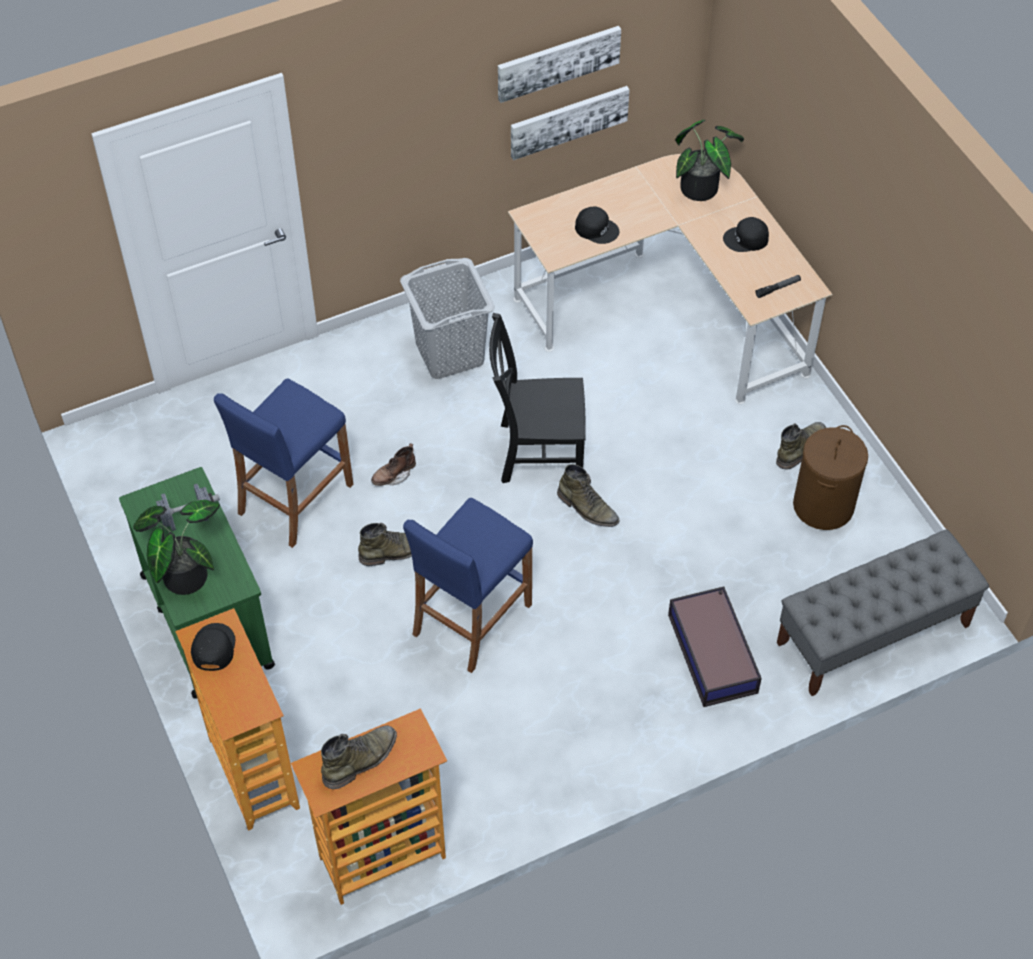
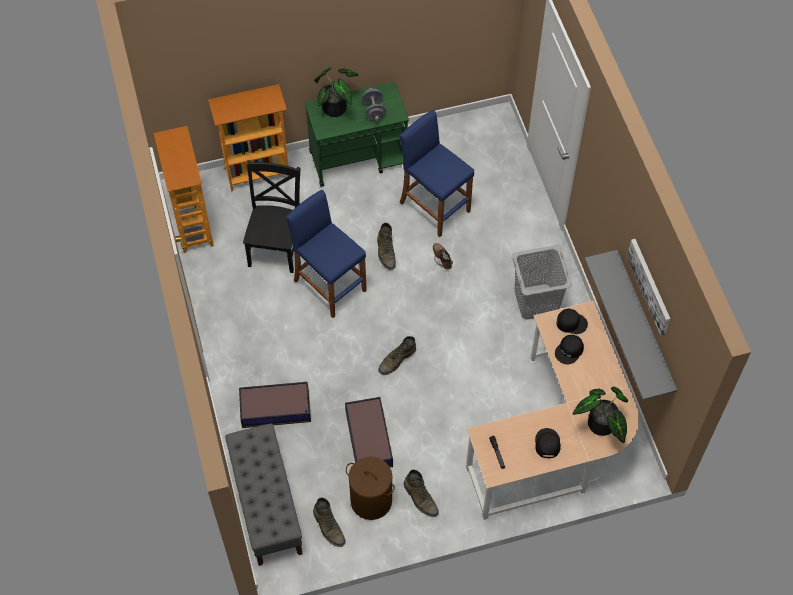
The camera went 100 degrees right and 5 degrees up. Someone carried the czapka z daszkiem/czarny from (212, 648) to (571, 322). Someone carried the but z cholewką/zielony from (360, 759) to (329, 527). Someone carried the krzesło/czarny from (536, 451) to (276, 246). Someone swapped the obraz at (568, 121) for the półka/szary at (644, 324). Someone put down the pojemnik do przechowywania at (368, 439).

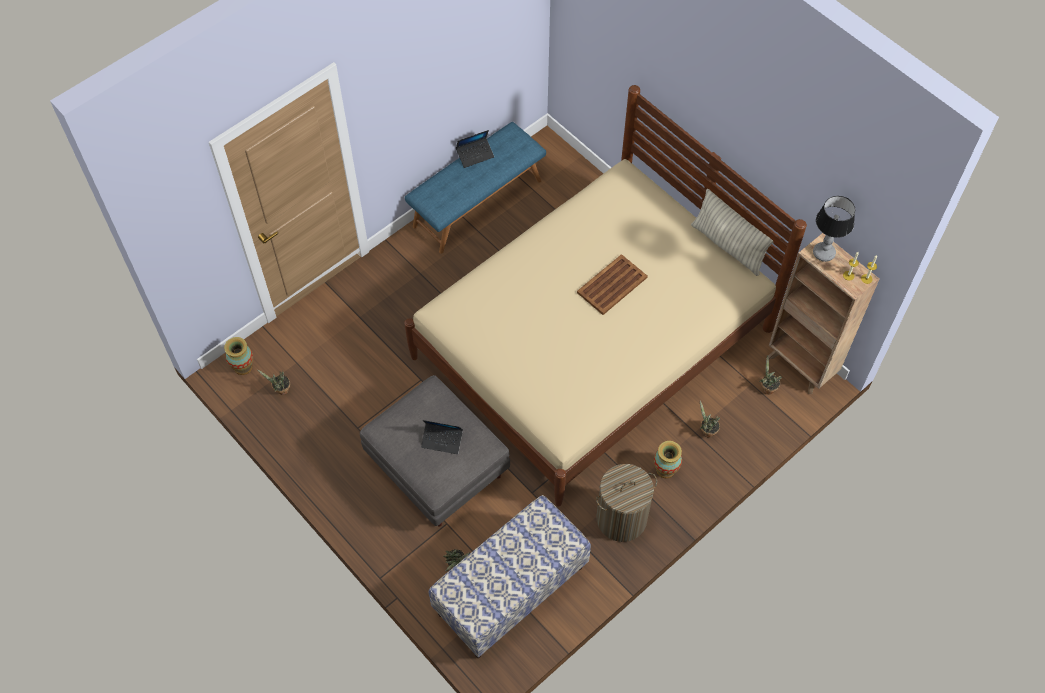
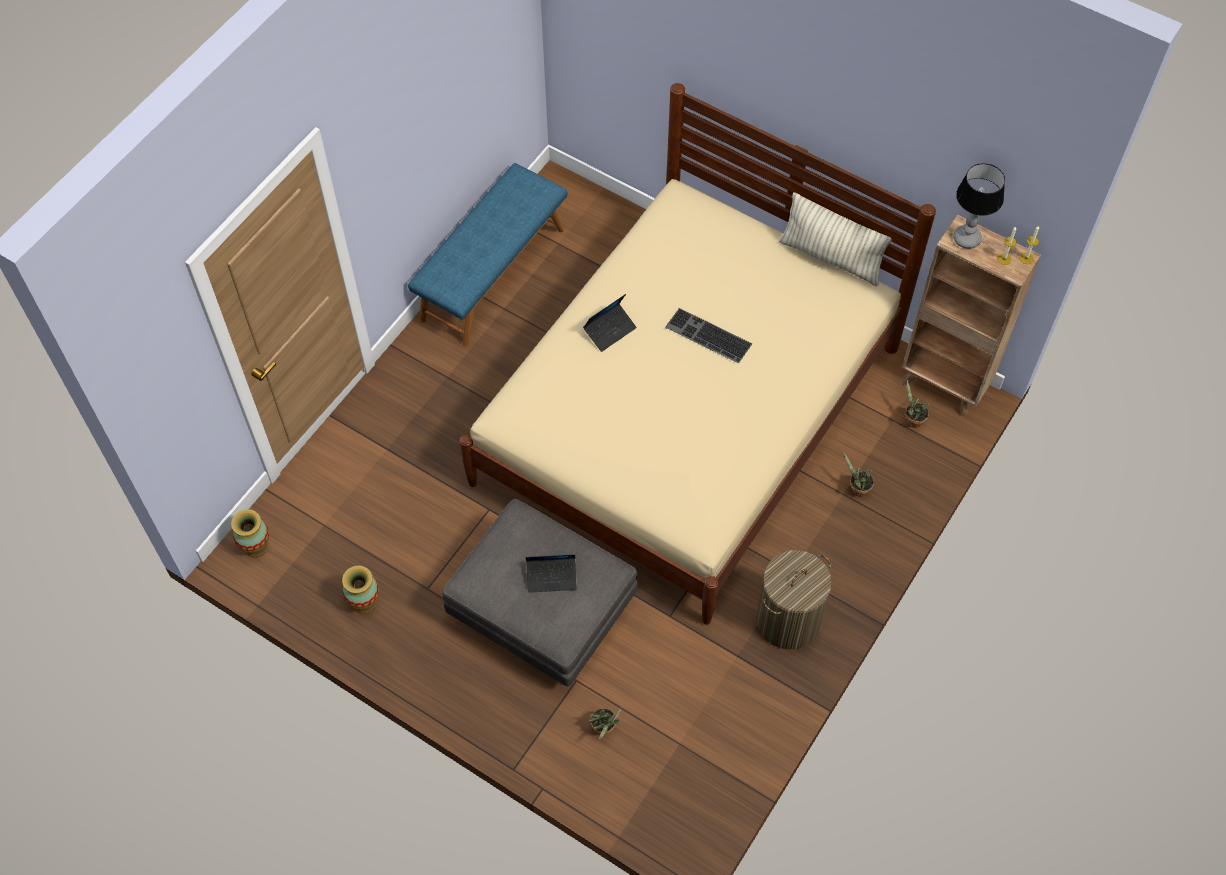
The camera went 15 degrees left and 0 degrees up. Someone took away the roślina doniczkowa at (281, 390). Someone took away the ławka at (511, 591). Someone carried the laptop from (475, 155) to (610, 330). Someone swapped the taca/brązowy at (611, 285) for the klawiatura at (706, 336). Someone carried the wazon from (665, 469) to (364, 602).

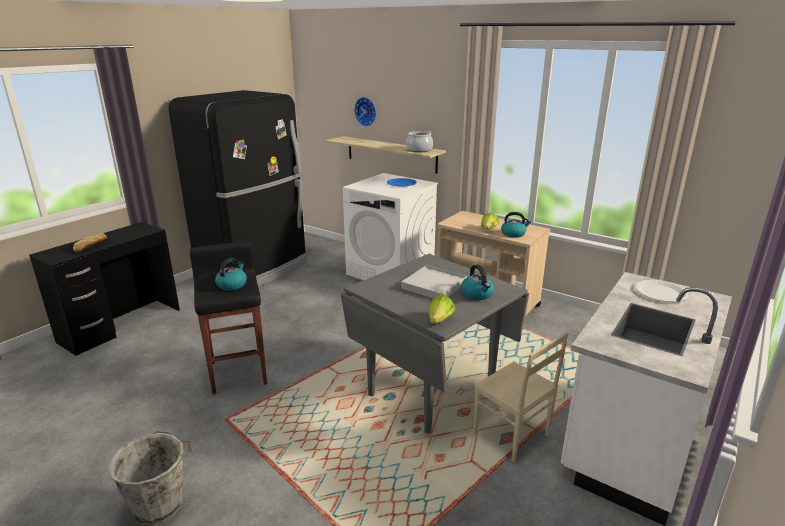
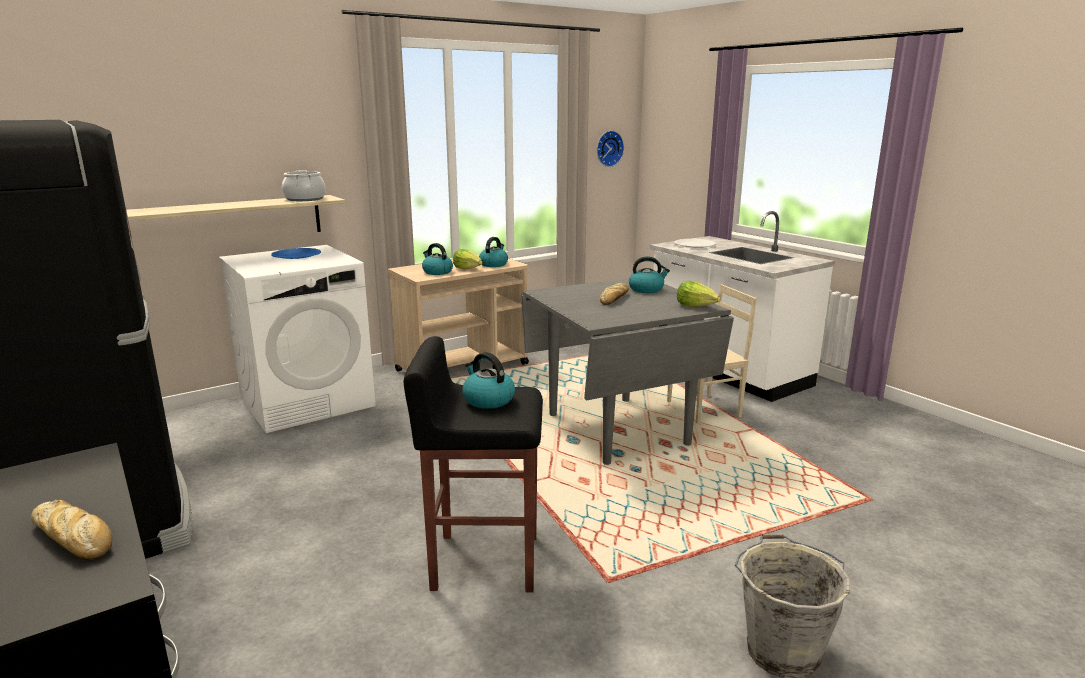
The camera went 70 degrees left and 5 degrees down. Someone carried the zegar ścienny from (366, 111) to (608, 148). Someone swapped the taca/biały at (433, 285) for the chleb at (614, 299). Someone put down the czajnik at (437, 272).

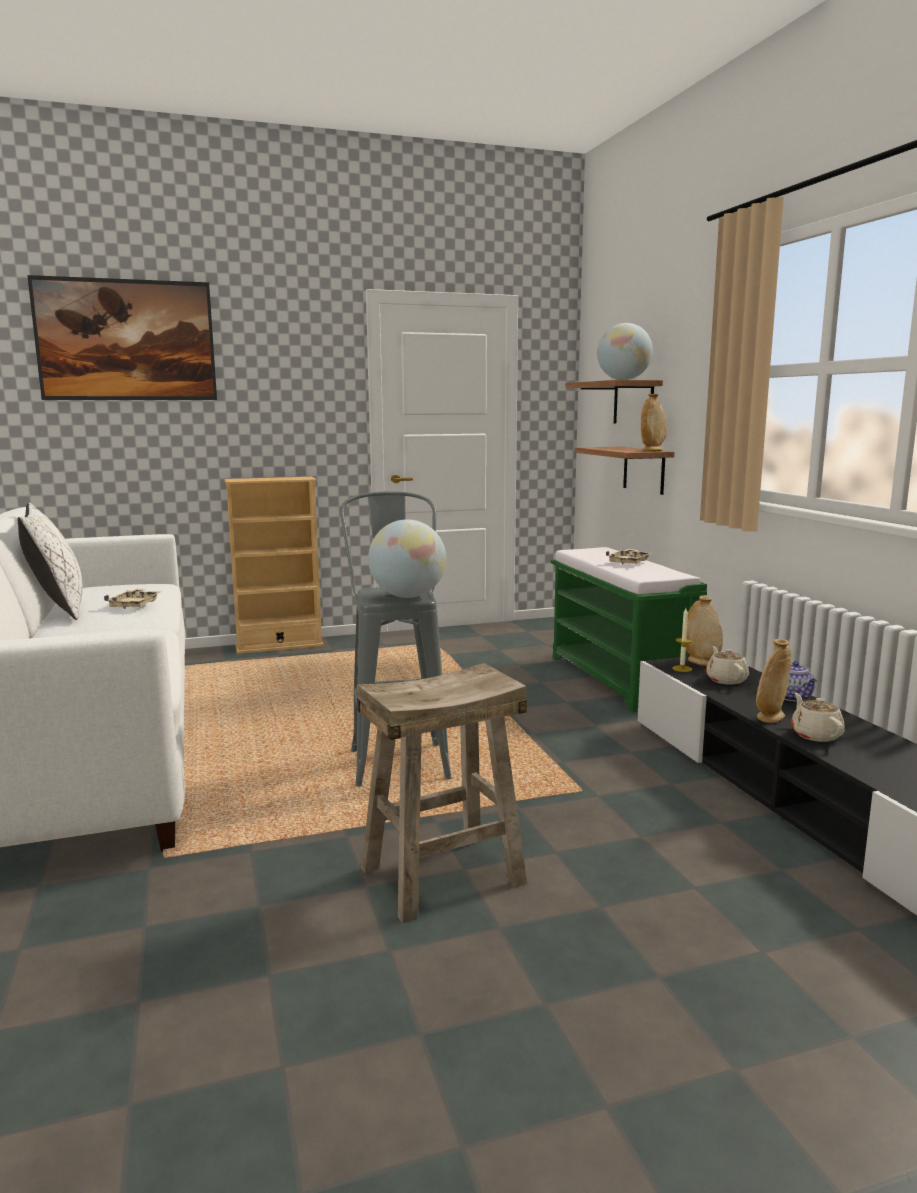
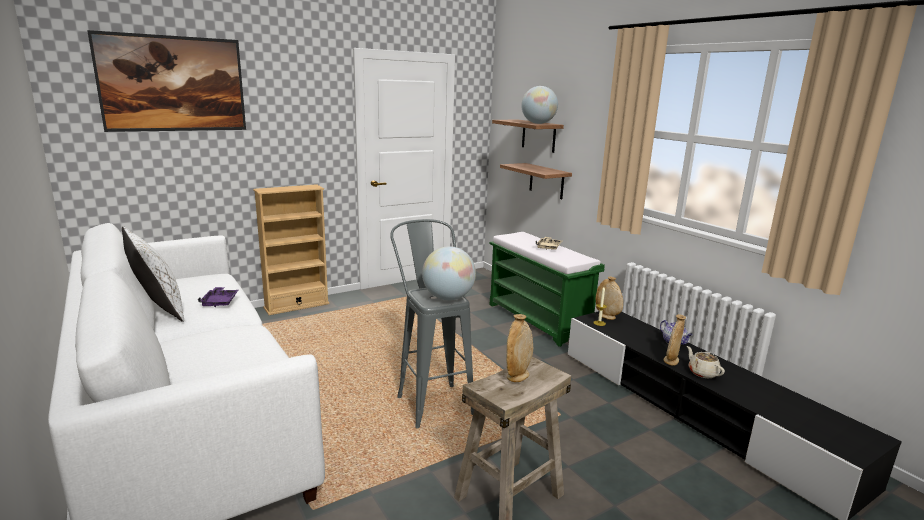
The camera went 15 degrees left and 5 degrees up. Someone repainted the taca/beżowy at (135, 605), which became the taca/fioletowy at (220, 302). Someone carried the wazon/beżowy from (652, 450) to (518, 376). Someone took away the imbryk/beżowy at (726, 680).

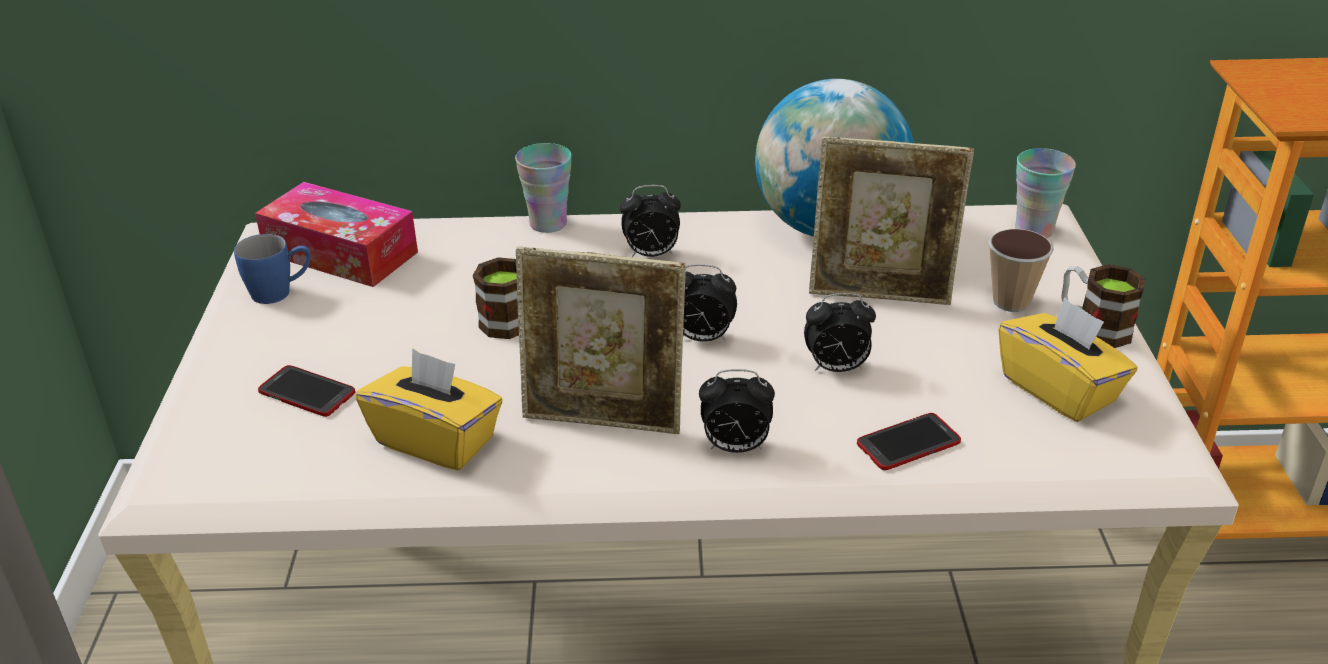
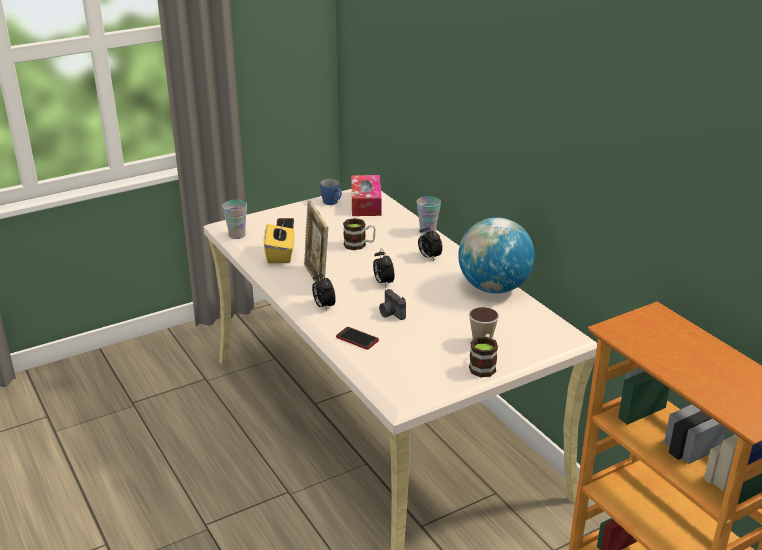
The camera went 60 degrees right and 5 degrees down. Someone swapped the budzik at (836, 368) for the aparat fotograficzny at (391, 314). Someone took away the ramka na zdjęcie at (880, 295). Someone took away the pudełko chusteczek/żółty at (1059, 390). Someone carried the filiżanka from (1034, 230) to (237, 235).

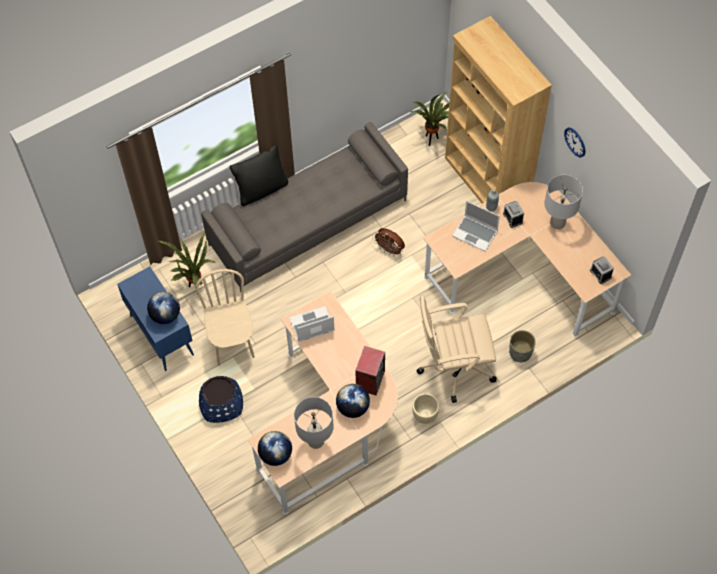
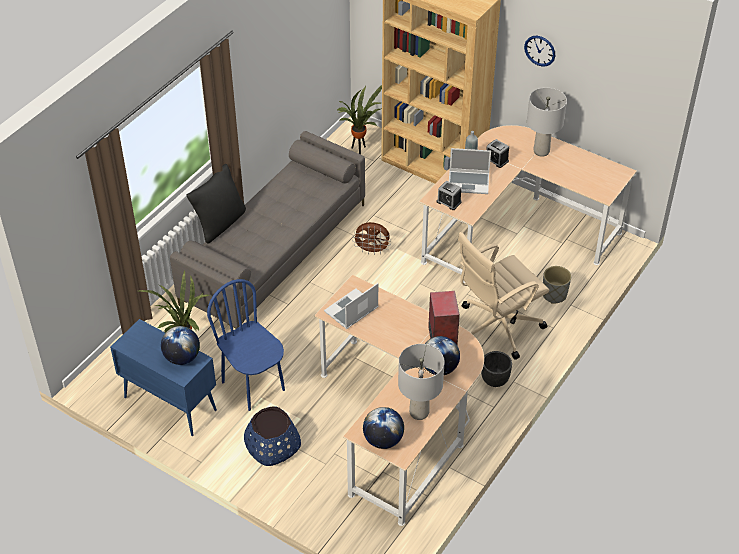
The camera went 25 degrees left and 15 degrees down. Someone repainted the krzesło/beżowy at (232, 344), which became the krzesło/niebieski at (254, 385). Someone repainted the donica/beżowy at (424, 416), which became the donica/czarny at (495, 381). Someone carried the budzik from (600, 274) to (448, 202).

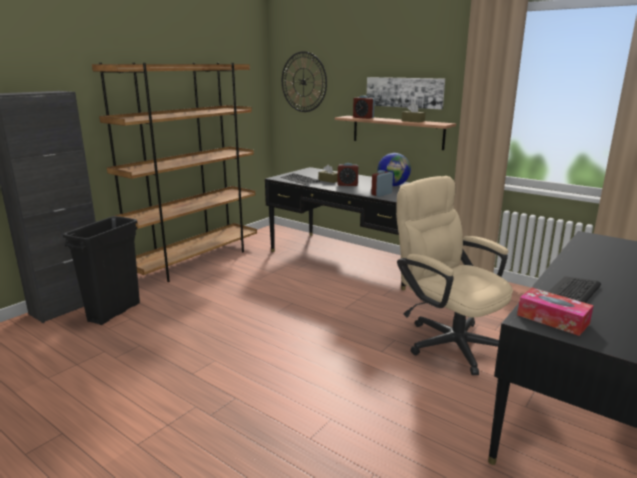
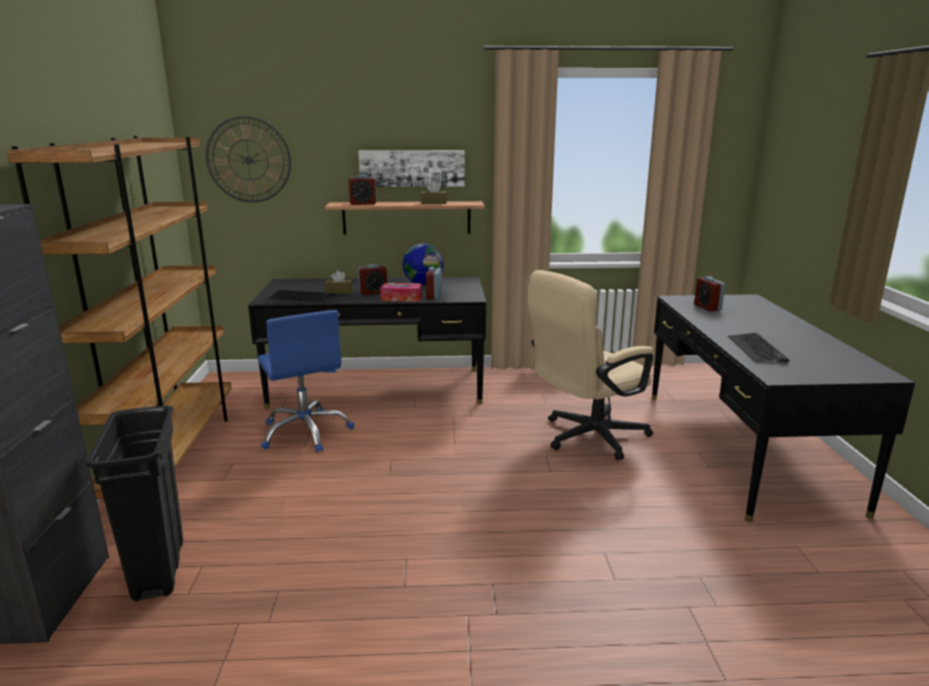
The camera went 40 degrees left and 0 degrees up. Someone rotated the krzesło biurowe/beżowy at (447, 340) by 45 degrees counterclockwise. Someone carried the pudełko chusteczek from (552, 319) to (401, 298). Someone put down the krzesło biurowe/niebieski at (306, 432). Someone put down the budzik at (707, 307).

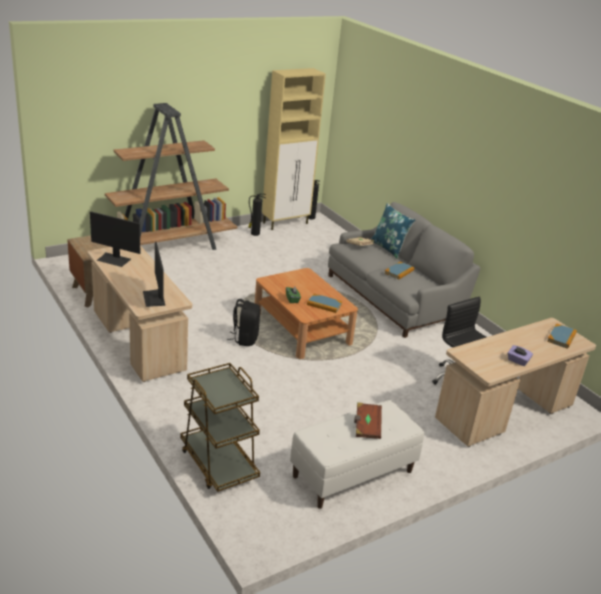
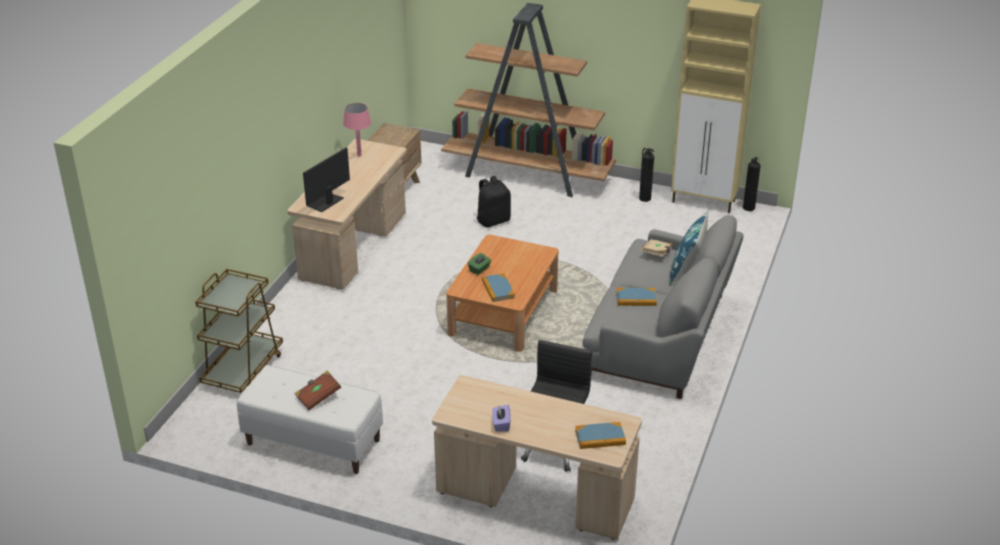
The camera went 55 degrees right and 5 degrees up. Someone swapped the monitor at (114, 259) for the lampa stołowa/różowy at (359, 155). Someone carried the plecak/czarny from (245, 339) to (493, 220).

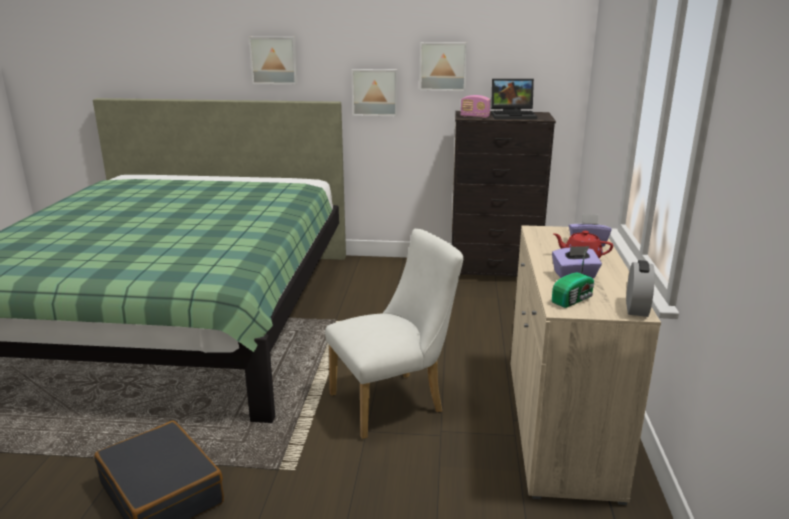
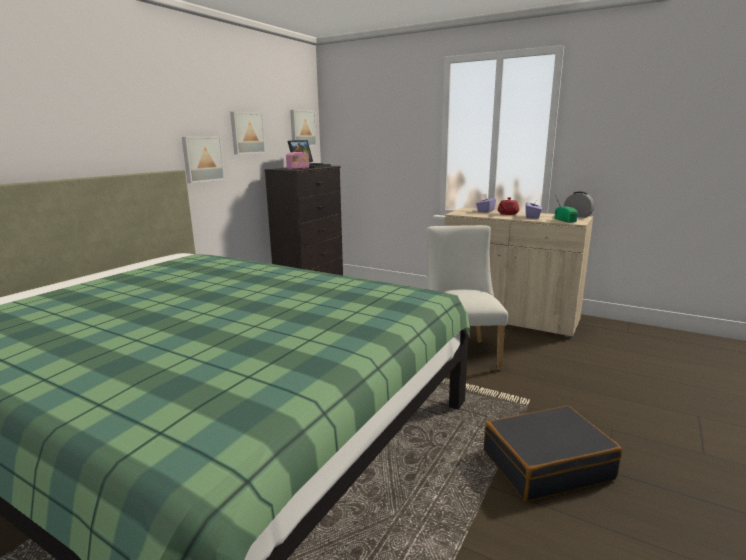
The camera went 65 degrees left and 5 degrees down. Someone carried the obraz from (274, 60) to (302, 128).

